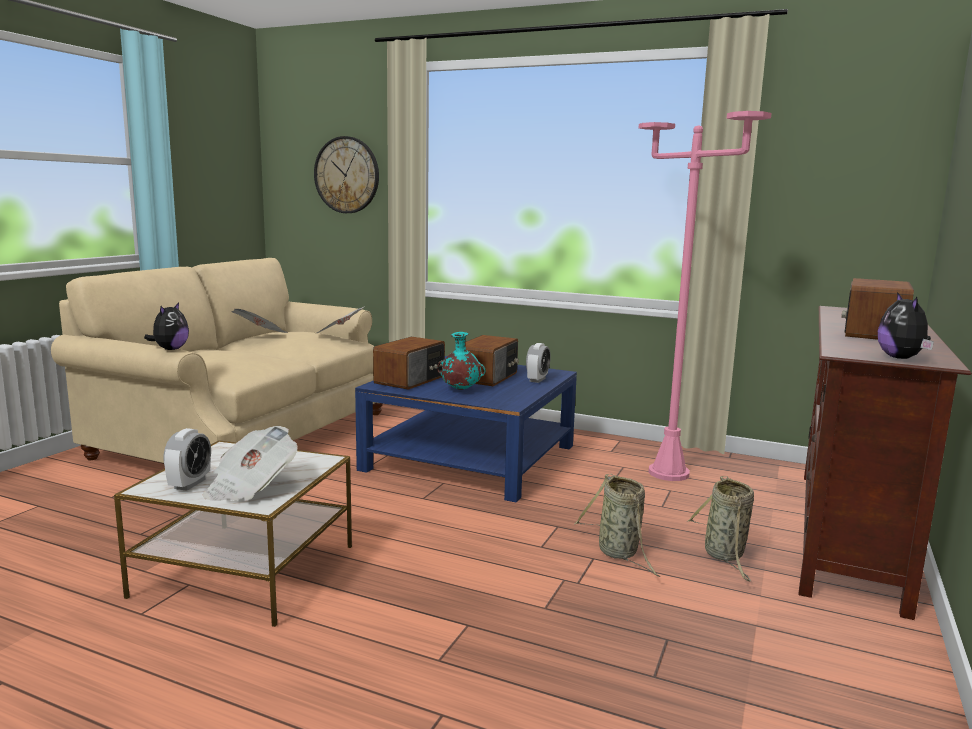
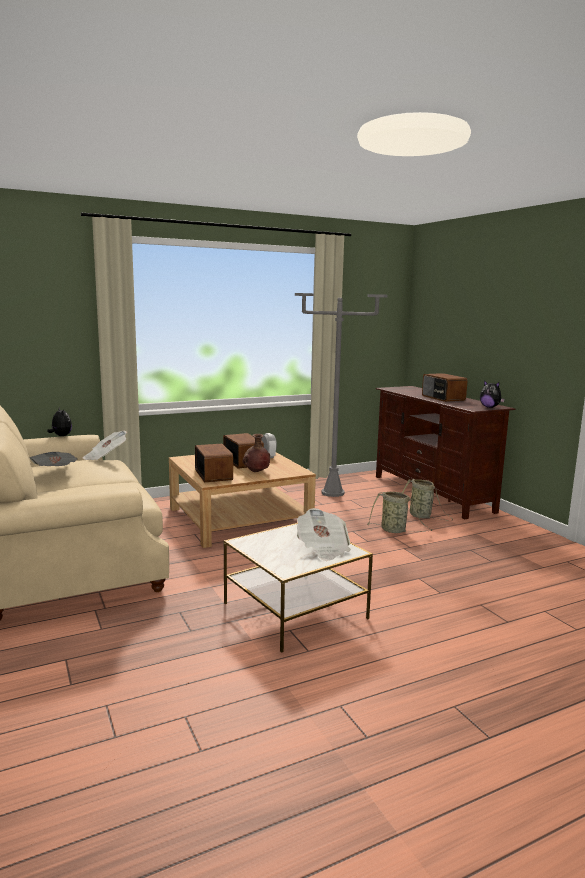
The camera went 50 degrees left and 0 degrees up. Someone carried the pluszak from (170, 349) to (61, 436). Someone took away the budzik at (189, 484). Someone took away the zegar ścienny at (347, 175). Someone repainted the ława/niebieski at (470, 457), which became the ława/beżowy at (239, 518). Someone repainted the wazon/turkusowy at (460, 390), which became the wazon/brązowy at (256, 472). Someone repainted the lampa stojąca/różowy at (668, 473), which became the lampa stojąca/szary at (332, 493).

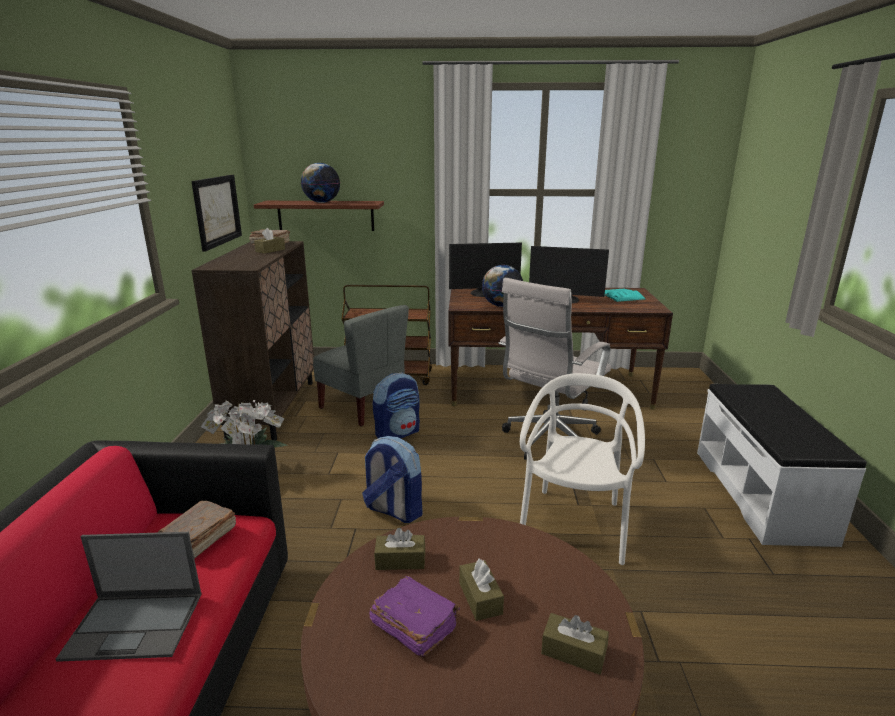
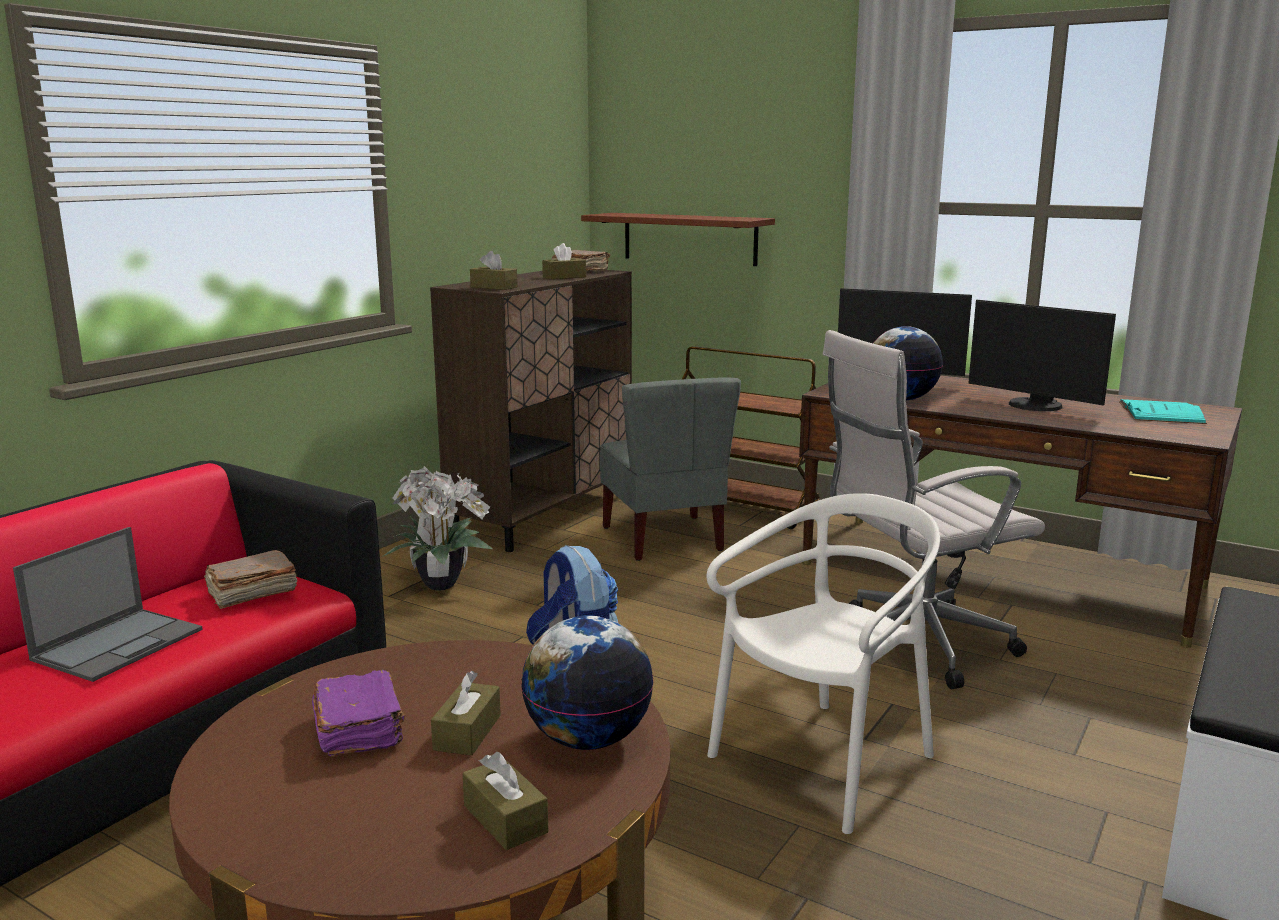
The camera went 30 degrees right and 5 degrees down. Someone rotated the laptop at (136, 625) by 90 degrees counterclockwise. Someone took away the obraz at (217, 210). Someone carried the globus from (322, 202) to (588, 739). Someone took away the plecak at (398, 433). Someone carried the pudełko chusteczek/brązowy from (400, 560) to (494, 287).

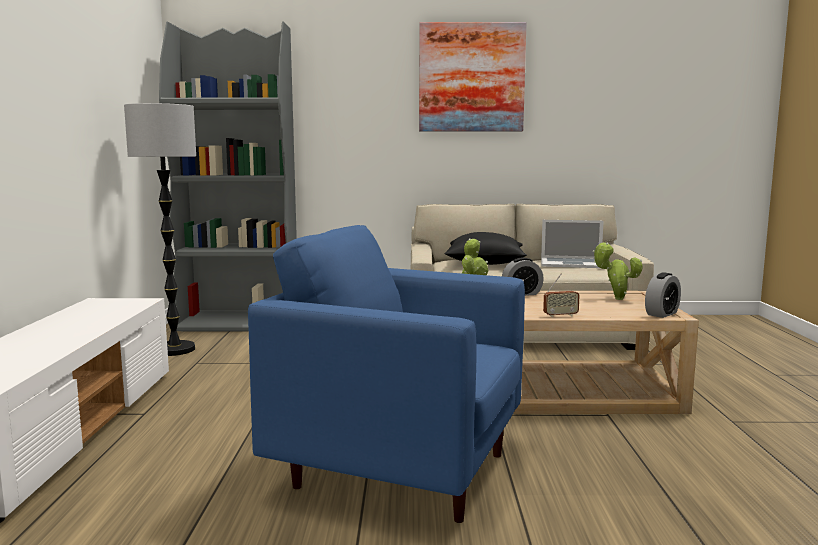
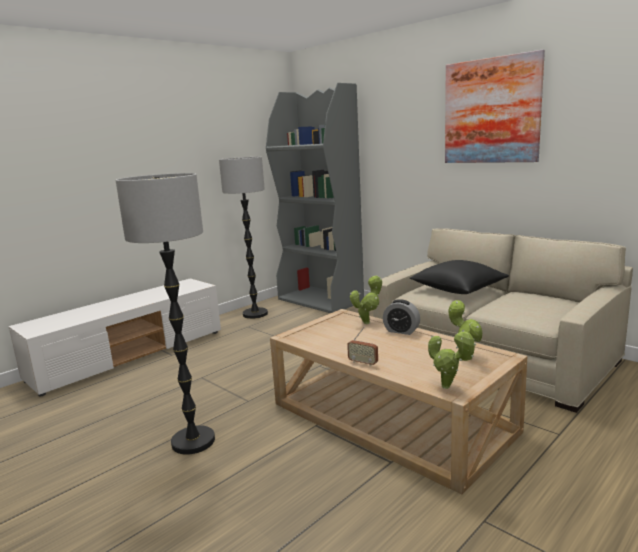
The camera went 45 degrees right and 5 degrees up. Someone swapped the fotel/niebieski at (399, 469) for the lampa stojąca at (193, 441). Someone took away the laptop at (572, 263). Someone swapped the budzik at (662, 314) for the roślina doniczkowa at (448, 387).

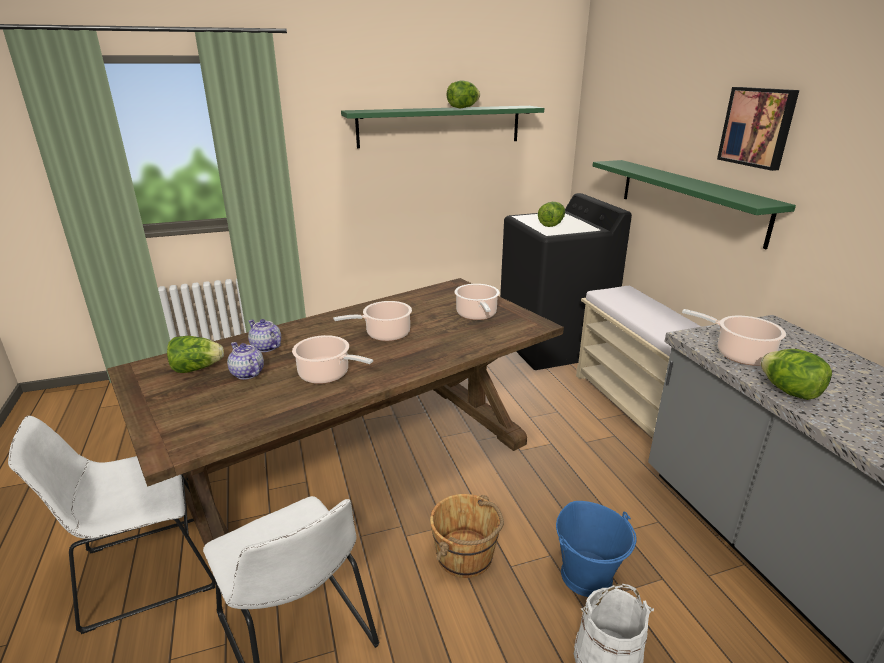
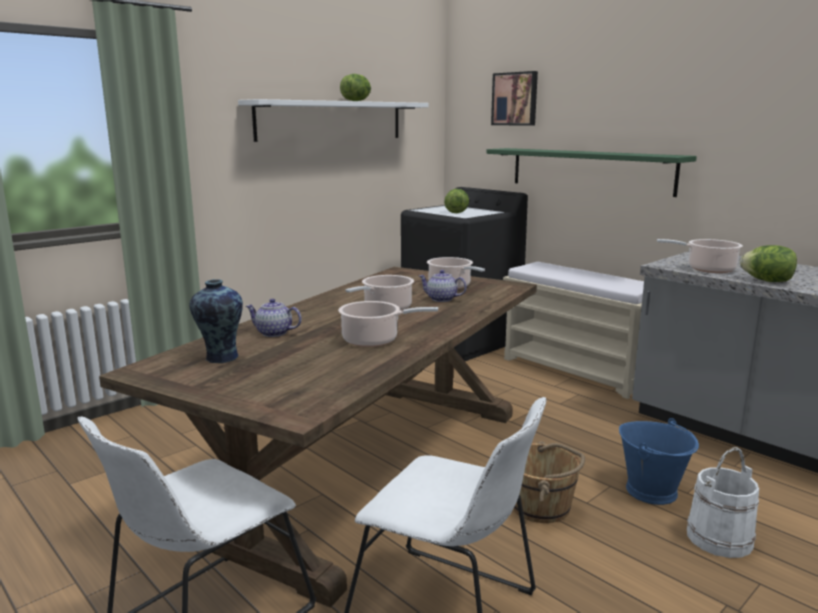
The camera went 25 degrees left and 10 degrees down. Someone swapped the sałata at (197, 368) for the wazon at (220, 358). Someone carried the imbryk from (247, 373) to (441, 299). Someone repainted the półka/zielony at (440, 126), which became the półka/biały at (331, 120). Someone carried the obraz from (758, 127) to (515, 99).

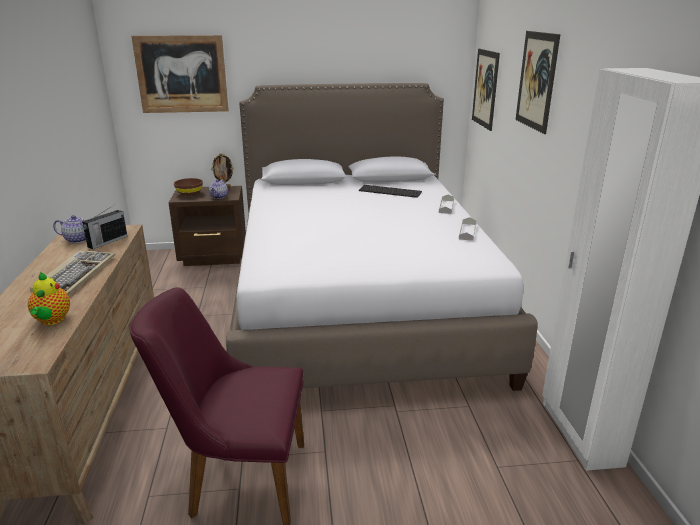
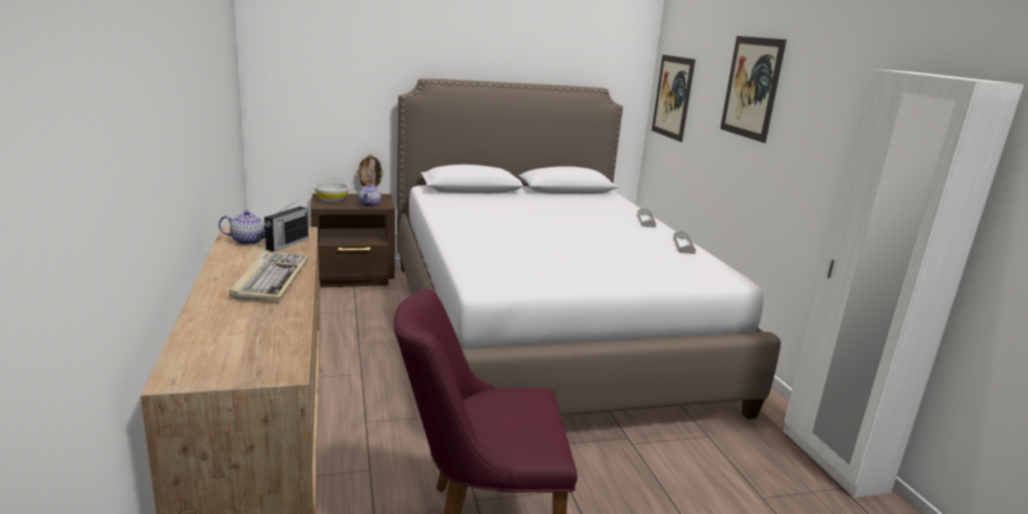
The camera went 10 degrees left and 5 degrees down. Someone took away the imbryk at (52, 321). Someone took away the obraz at (182, 74). Someone repainted the miska/brązowy at (189, 193), which became the miska/biały at (331, 200). Someone took away the klawiatura at (391, 191).

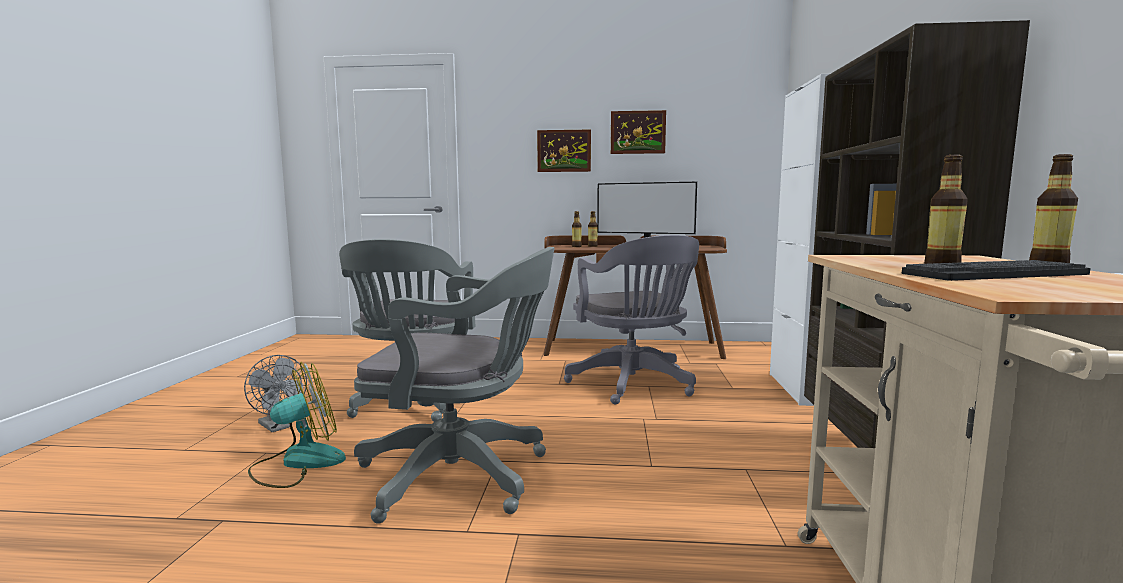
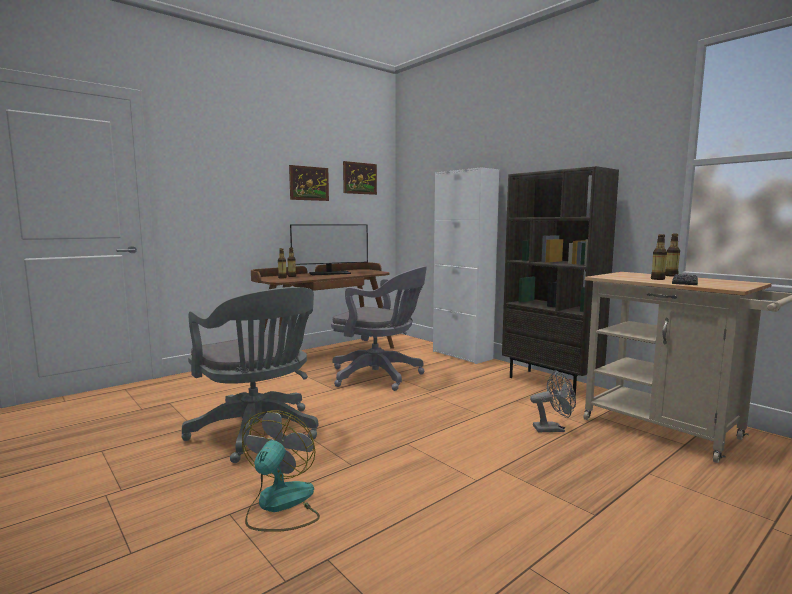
The camera went 45 degrees left and 0 degrees up. Someone carried the wentylator/szary from (278, 427) to (553, 429). Someone took away the krzesło biurowe/szary at (463, 475). Someone carried the obraz from (564, 151) to (359, 178).

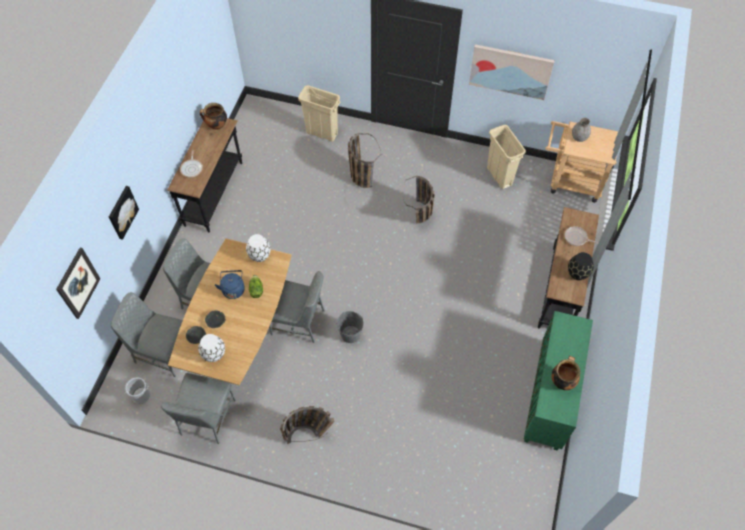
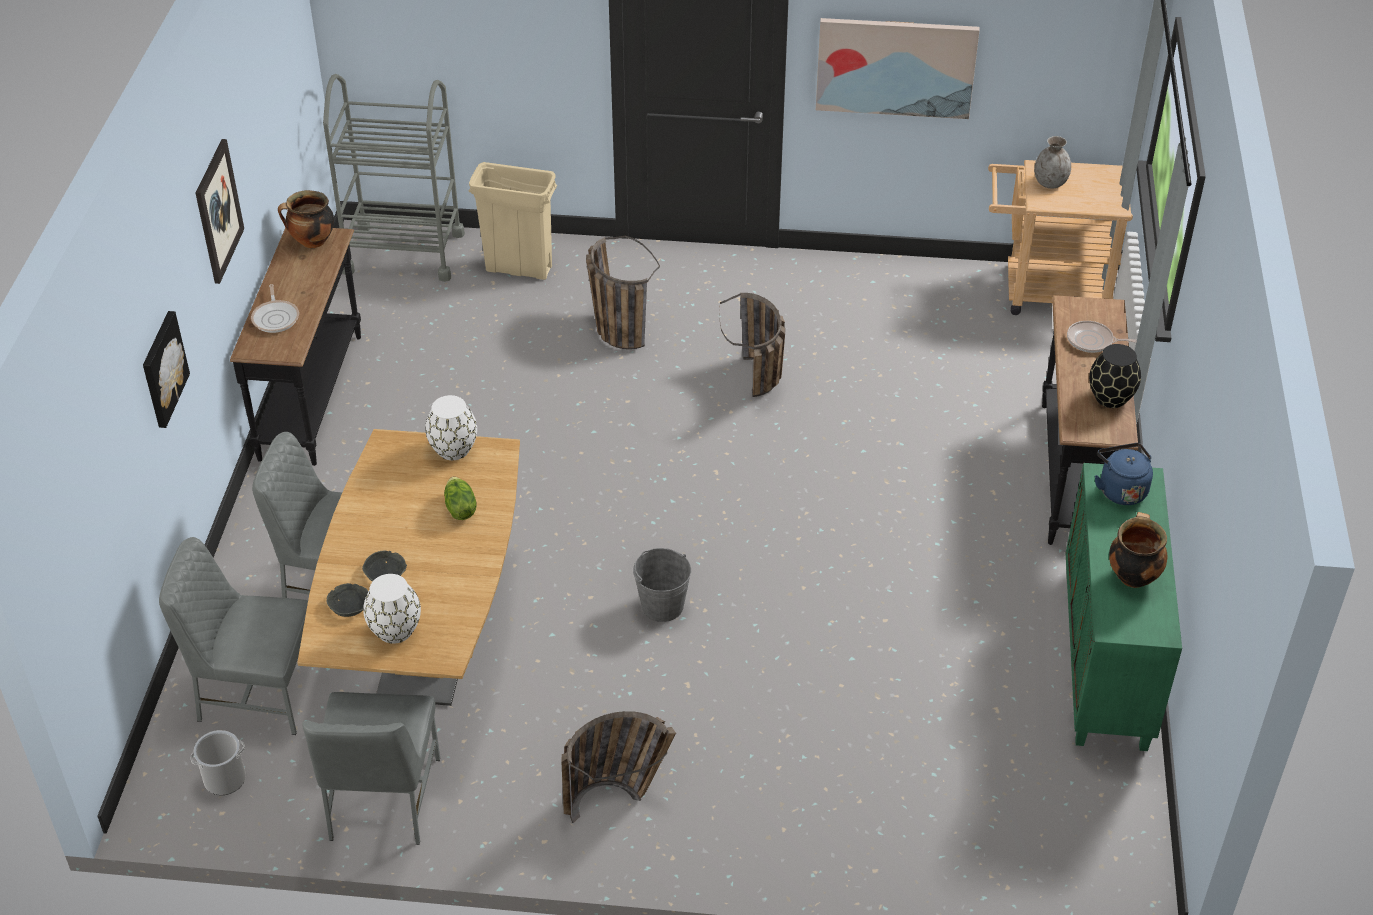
The camera went 10 degrees left and 15 degrees down. Someone carried the obraz from (78, 283) to (218, 211). Someone carried the czajnik/niebieski from (233, 289) to (1120, 489). Someone took away the krzesło/szary at (299, 322). Someone took away the kosz na śmieci/beżowy at (499, 176). Someone put down the wózek/szary at (404, 252).

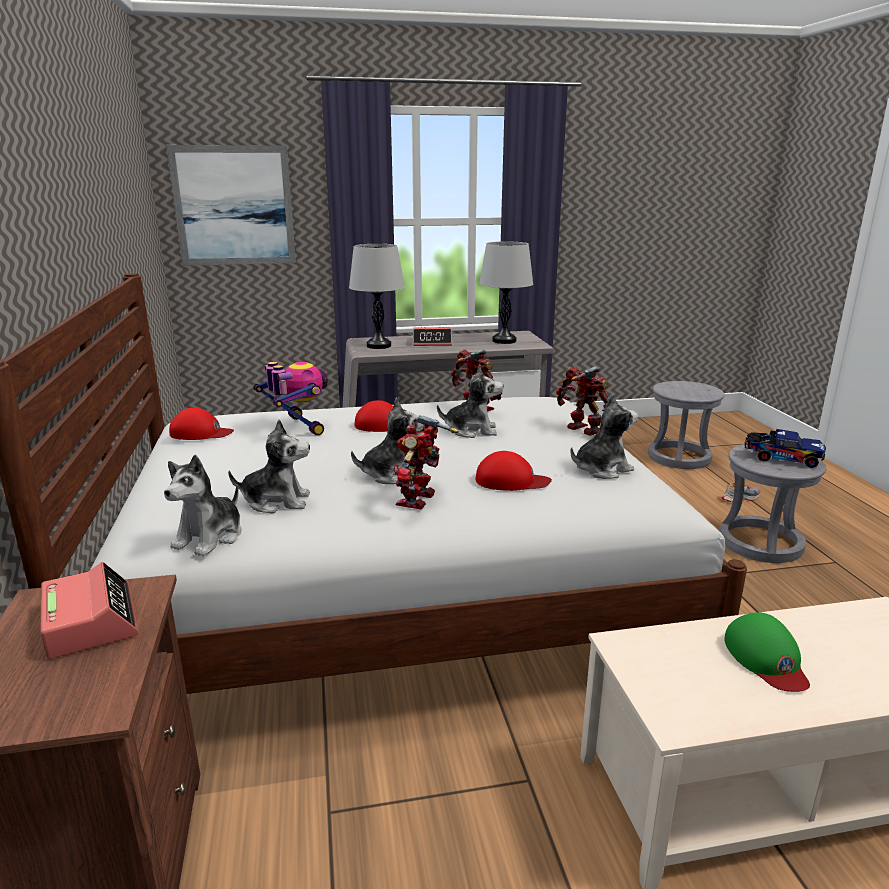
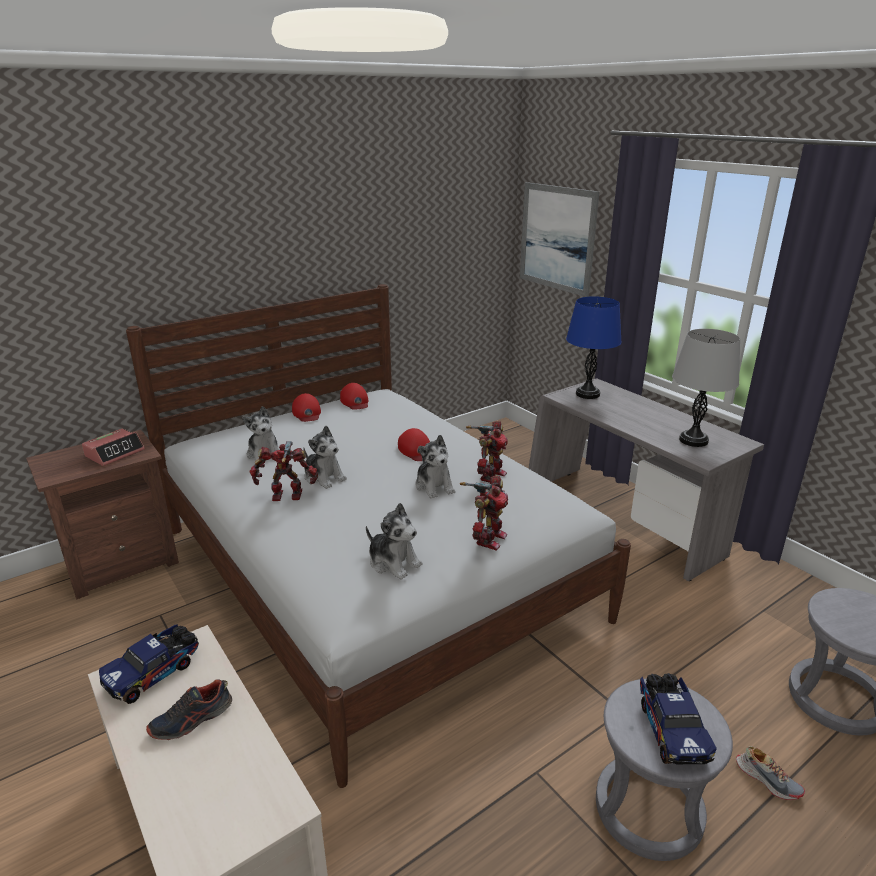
The camera went 65 degrees right and 5 degrees up. Someone took away the pluszak at (210, 537). Someone took away the robot zabawkowy at (297, 427). Someone repainted the lampa stołowa/szary at (379, 346), which became the lampa stołowa/niebieski at (587, 394). Someone took away the budzik at (432, 343). Someone carried the czapka z daszkiem/czerwony from (511, 481) to (307, 413). Someone swapped the czapka z daszkiem/zielony at (766, 658) for the but at (192, 720). Someone put down the ciężarówka zabawkowa at (155, 672).

